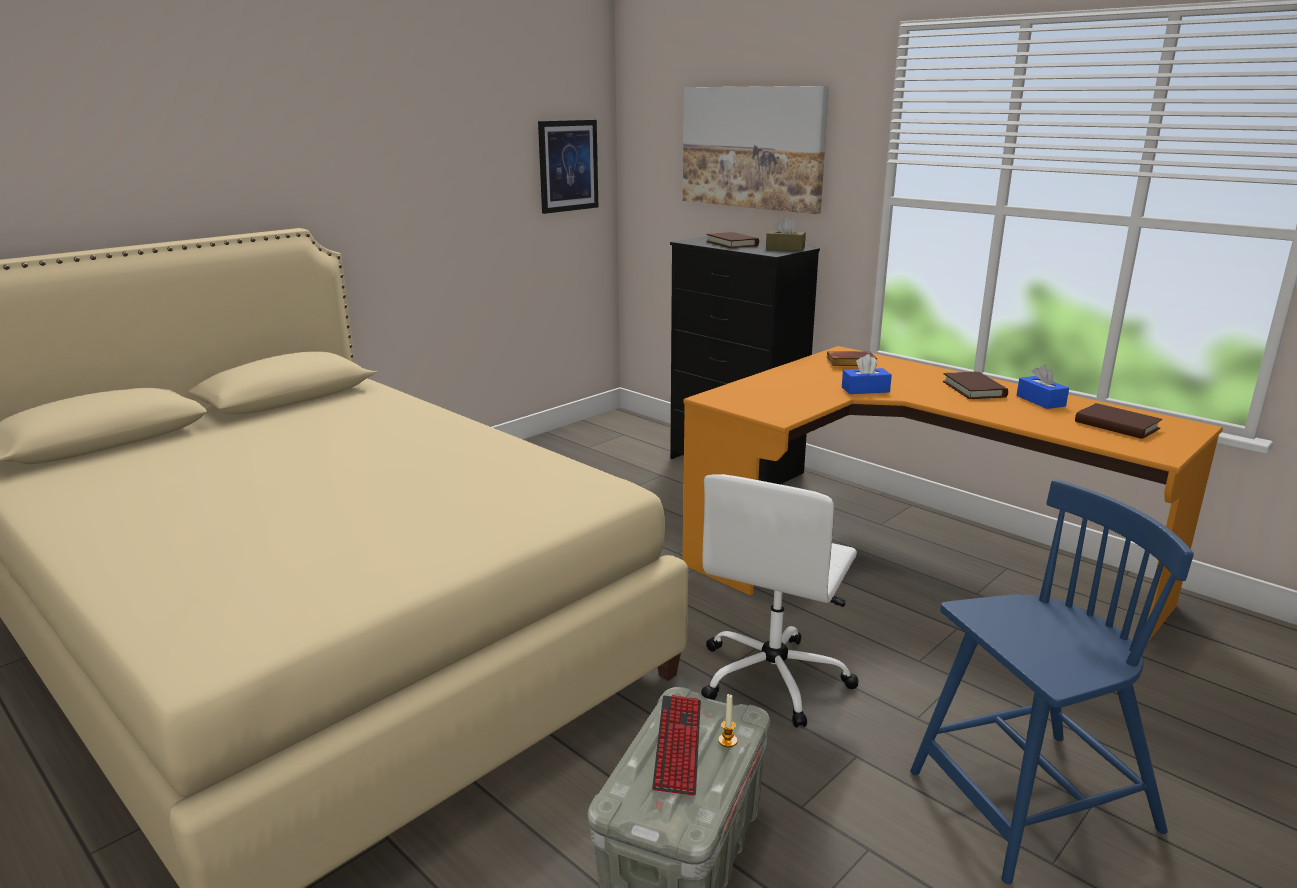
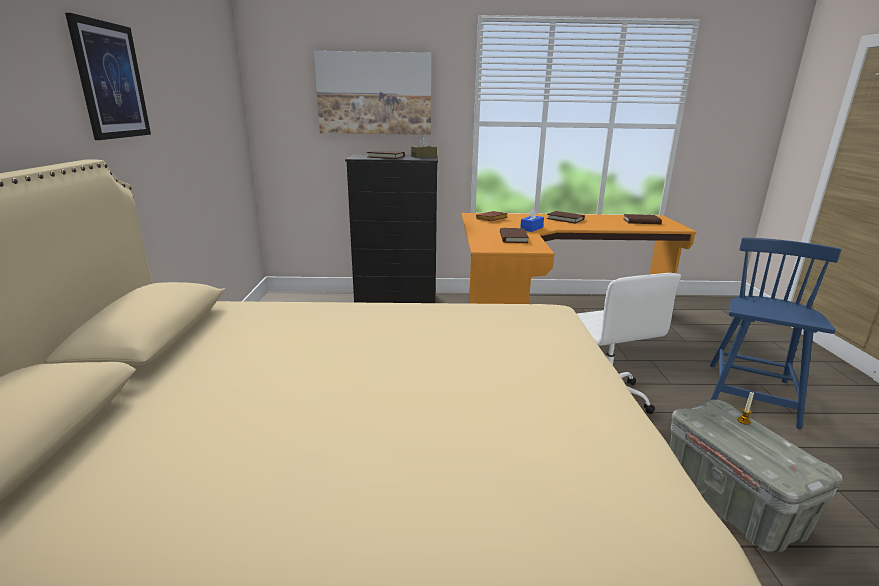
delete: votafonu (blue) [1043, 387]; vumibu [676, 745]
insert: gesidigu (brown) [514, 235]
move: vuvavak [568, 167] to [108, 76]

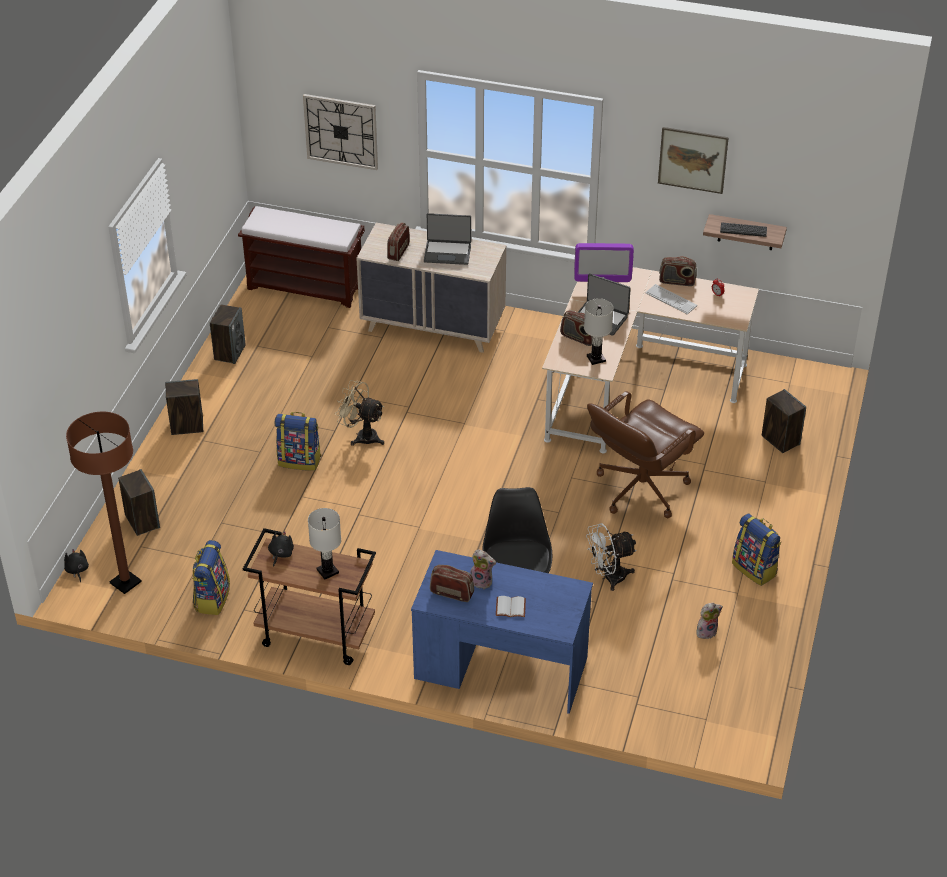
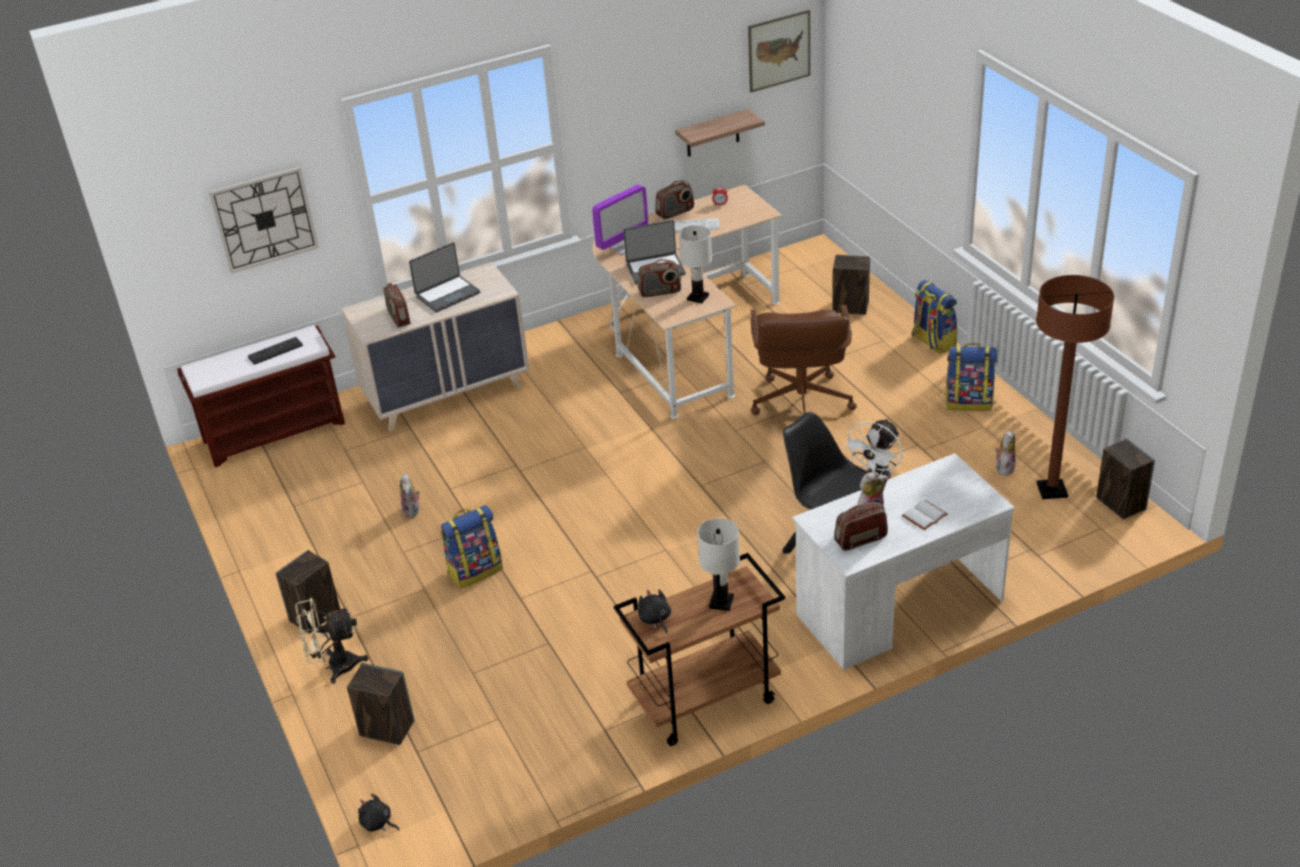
insert: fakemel [410, 495]
move: vuvavak [693, 160] to [779, 51]; vumibu [743, 230] to [275, 351]; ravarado [228, 334] to [1125, 478]; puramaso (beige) [359, 413] to [332, 641]; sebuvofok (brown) [104, 503] to [1075, 387]; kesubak [211, 577] to [934, 317]
recolor: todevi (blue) [502, 632] to todevi (white) [903, 561]

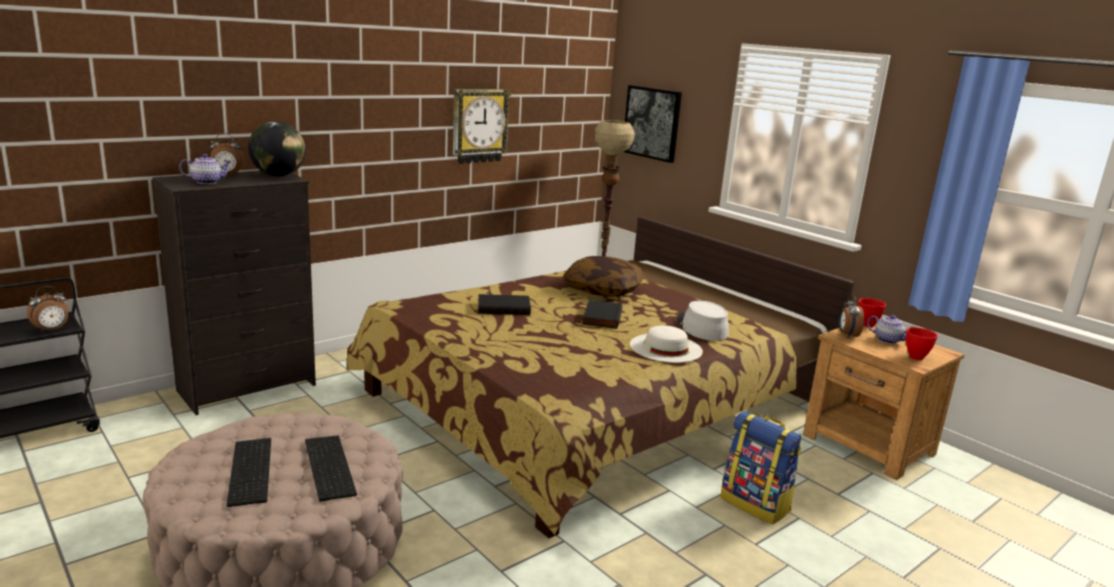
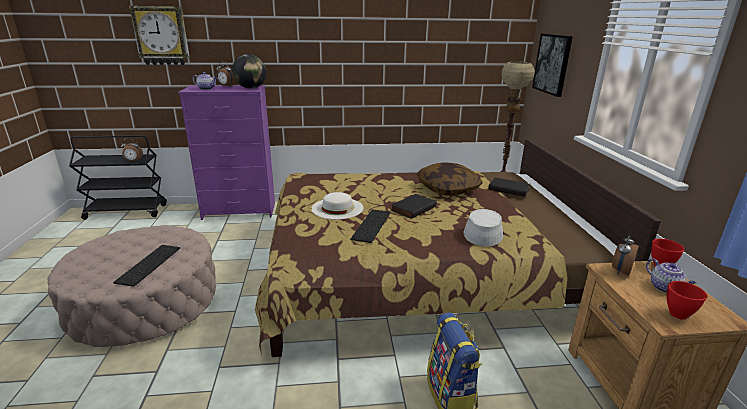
move: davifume [482, 126] to [159, 35]; gesidigu (black) [504, 304] to [509, 187]; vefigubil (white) [666, 344] to [337, 205]; vumibu [248, 472] to [370, 226]
recolor: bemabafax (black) [234, 292] to bemabafax (purple) [226, 152]

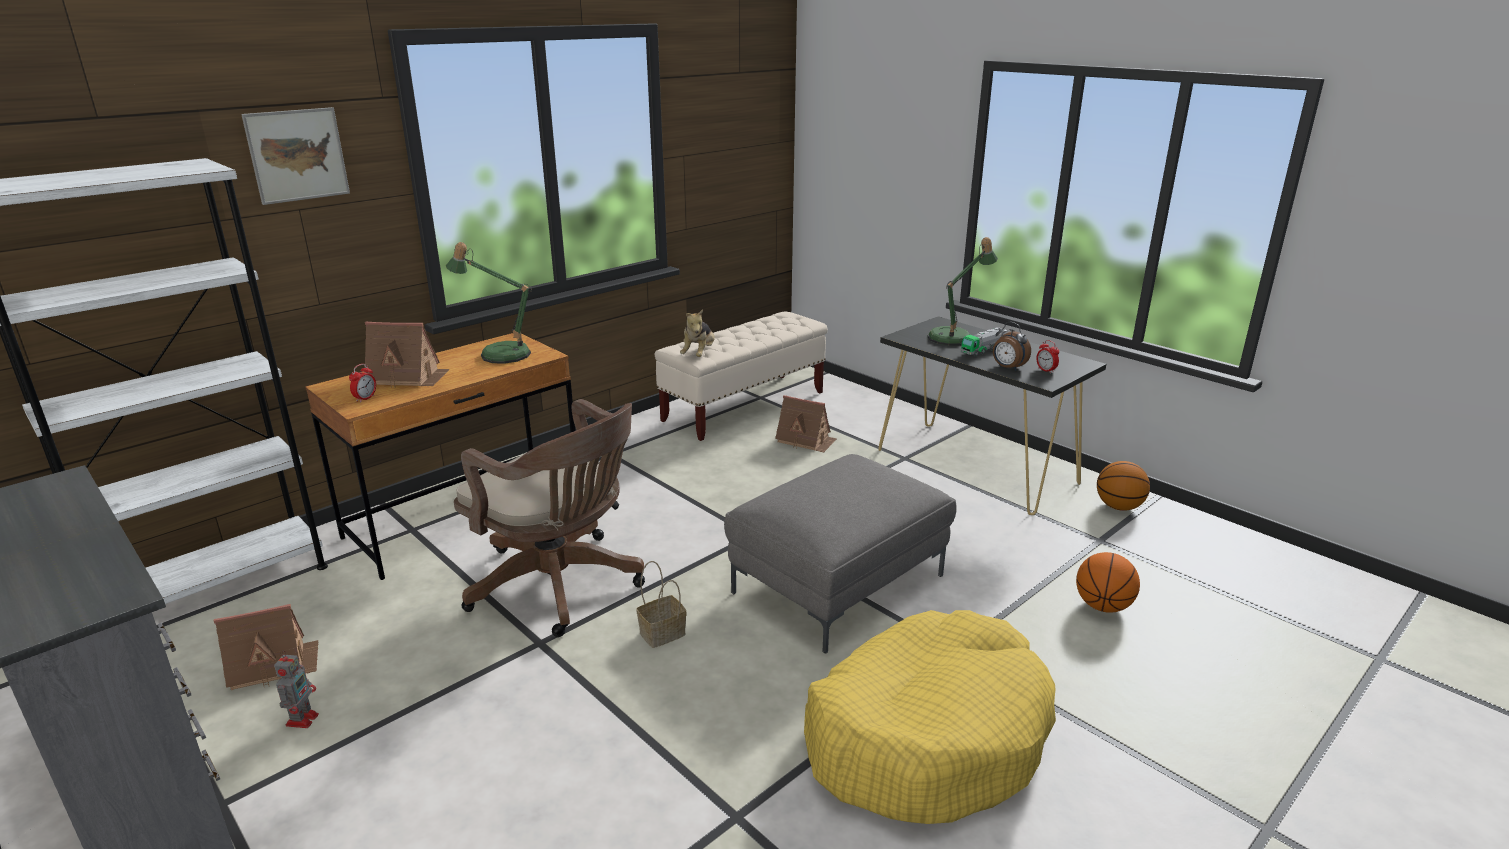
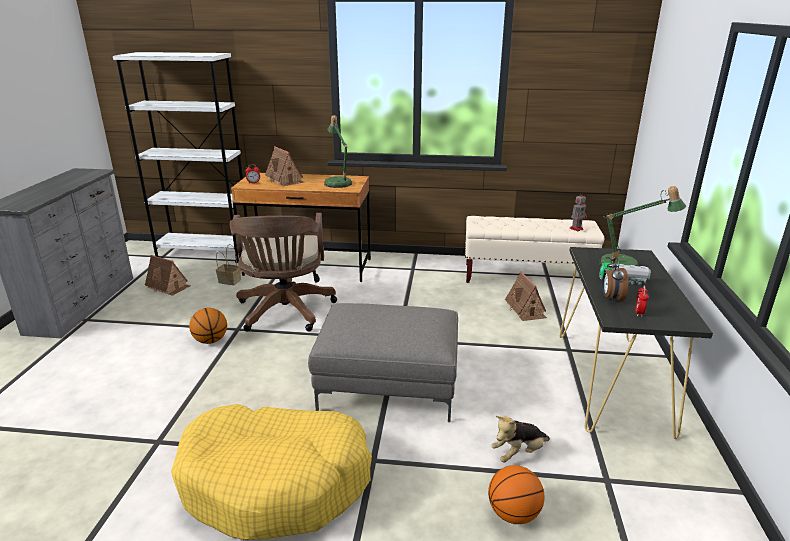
delete: vuvavak [295, 156]
move: fakemel [697, 333] to [520, 439]; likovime [1123, 486] to [208, 326]; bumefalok [661, 604] to [228, 264]; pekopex [296, 690] to [578, 211]

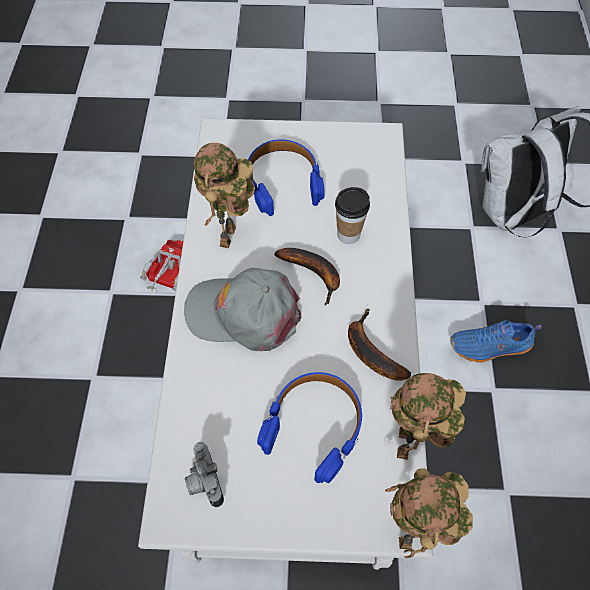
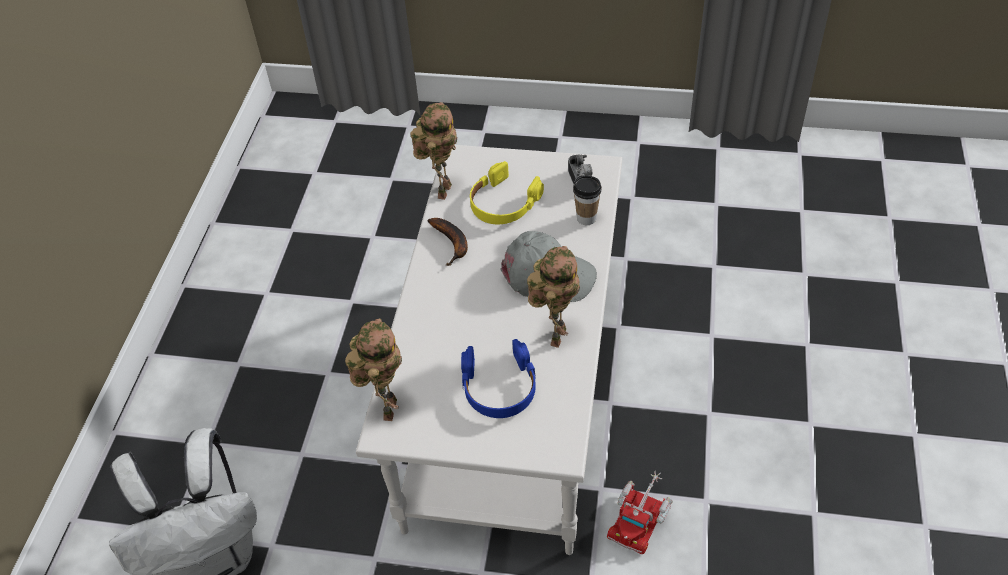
delete: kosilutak [307, 276]; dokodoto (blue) [496, 341]
move: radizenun [352, 215] to [587, 200]; pekopex [429, 513] to [373, 369]
recolor: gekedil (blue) [309, 427] to gekedil (yellow) [507, 192]

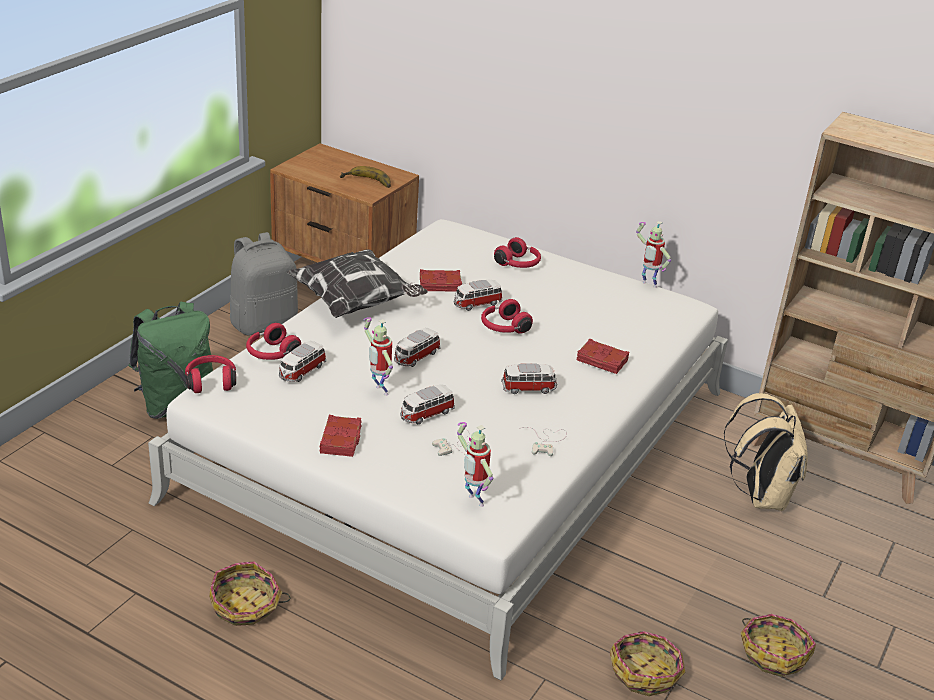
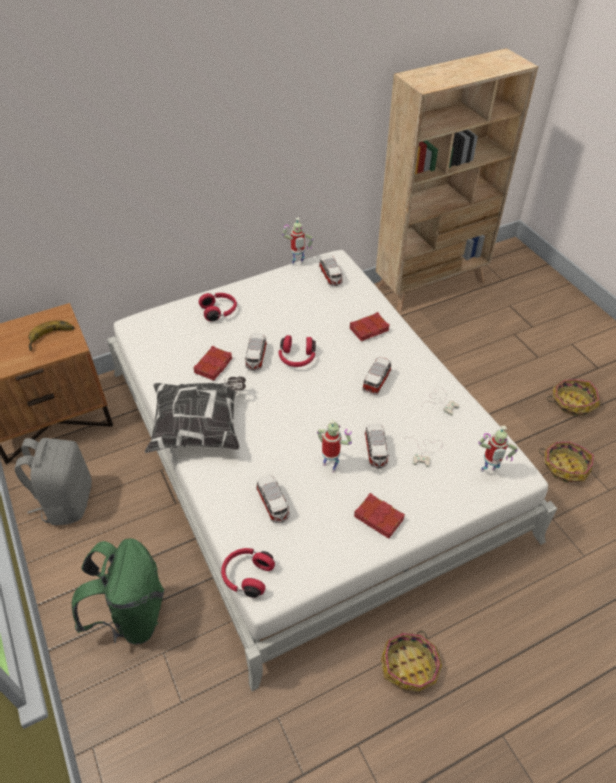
delete: gekedil (red) [273, 341]; kesubak (beige) [766, 452]
move: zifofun [417, 347] to [331, 270]
rotate: pekopex [378, 356] = [334, 446] 135 degrees counterclockwise

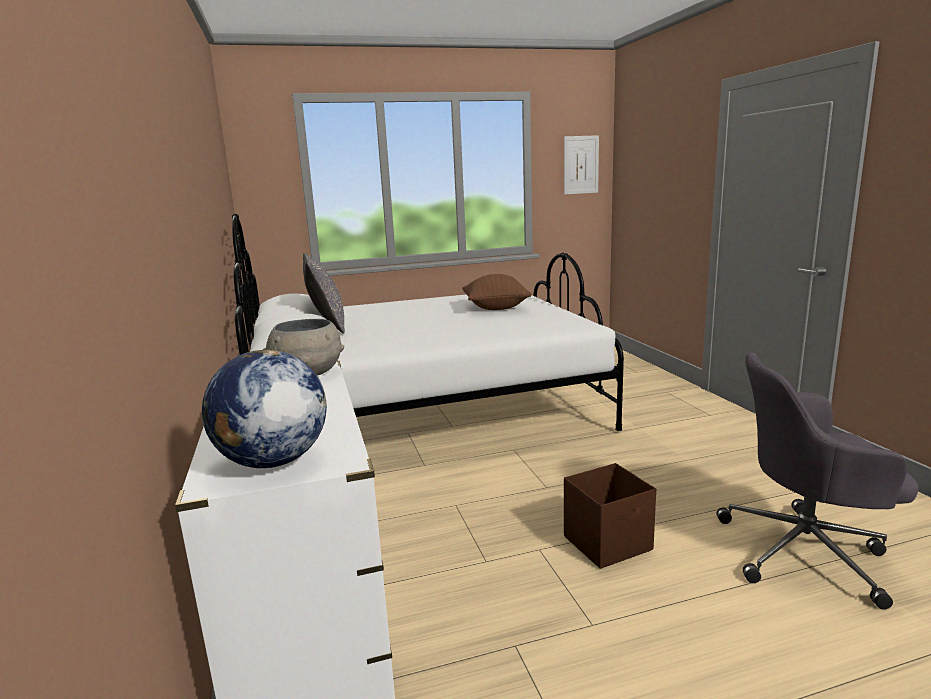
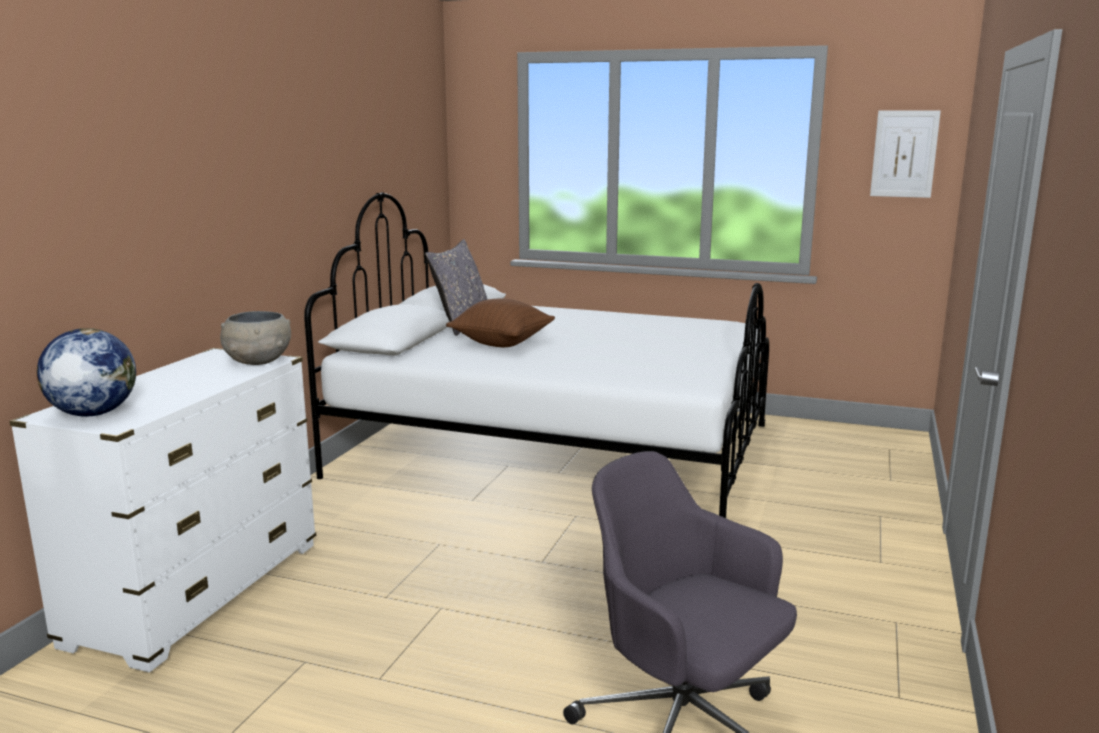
delete: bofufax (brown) [610, 516]
move: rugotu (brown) [497, 292] to [500, 322]

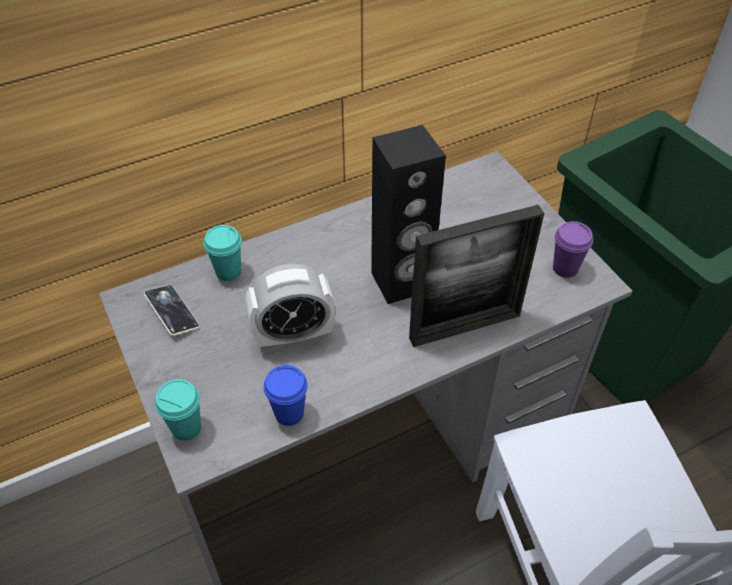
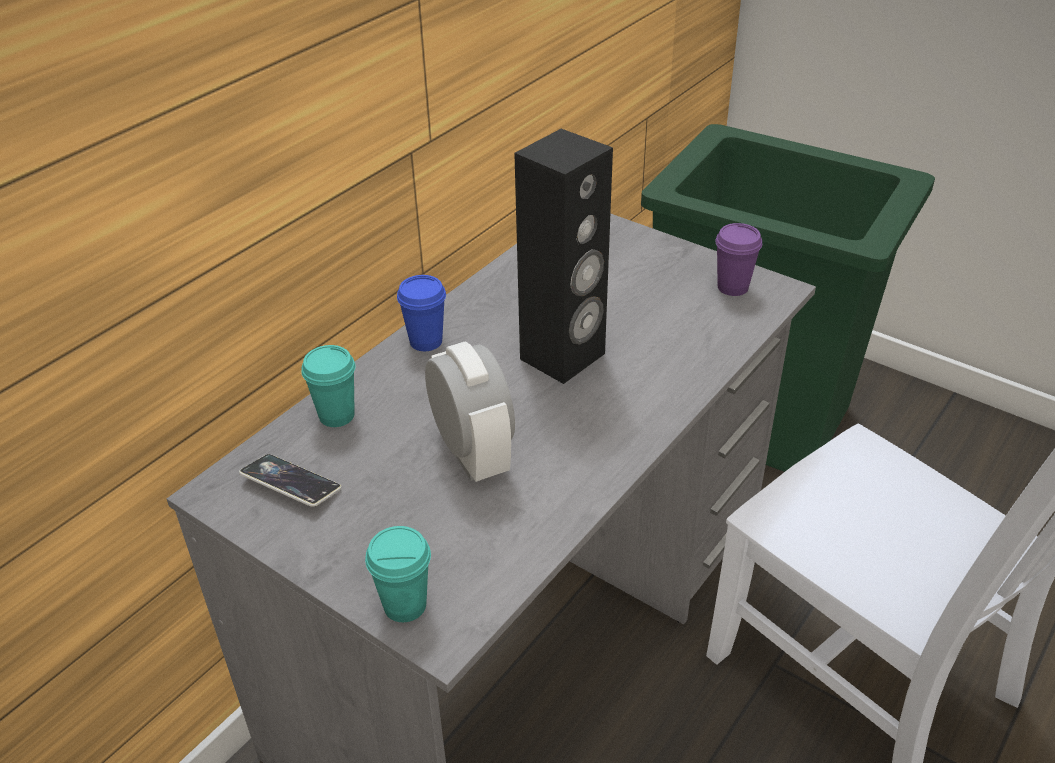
delete: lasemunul [476, 276]
move: radizenun (blue) [285, 395] to [421, 313]
rotate: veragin [290, 307] = [470, 411] 75 degrees counterclockwise

